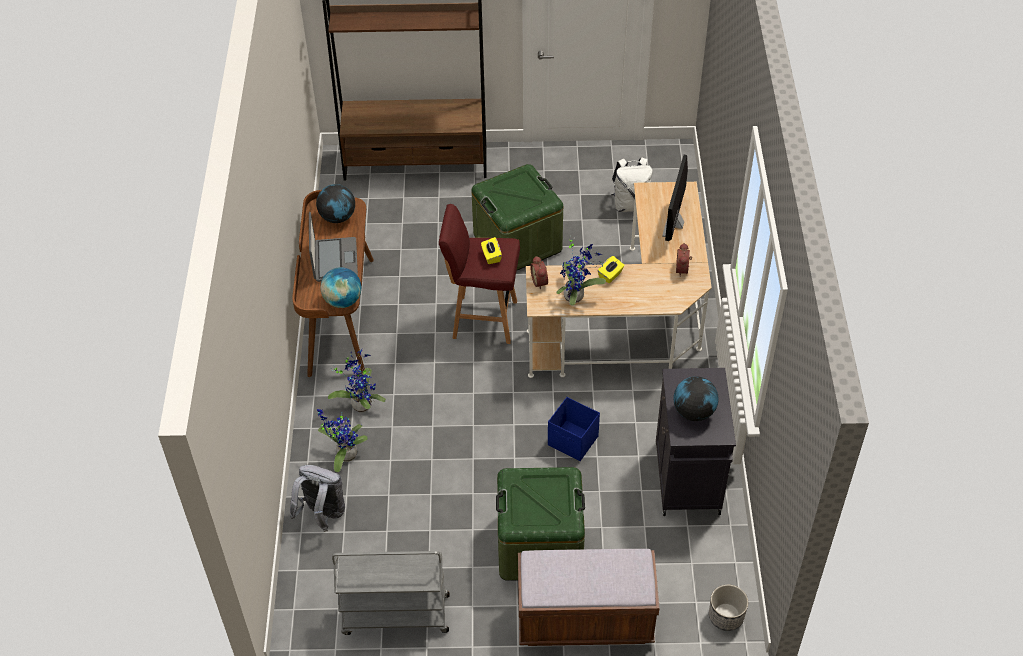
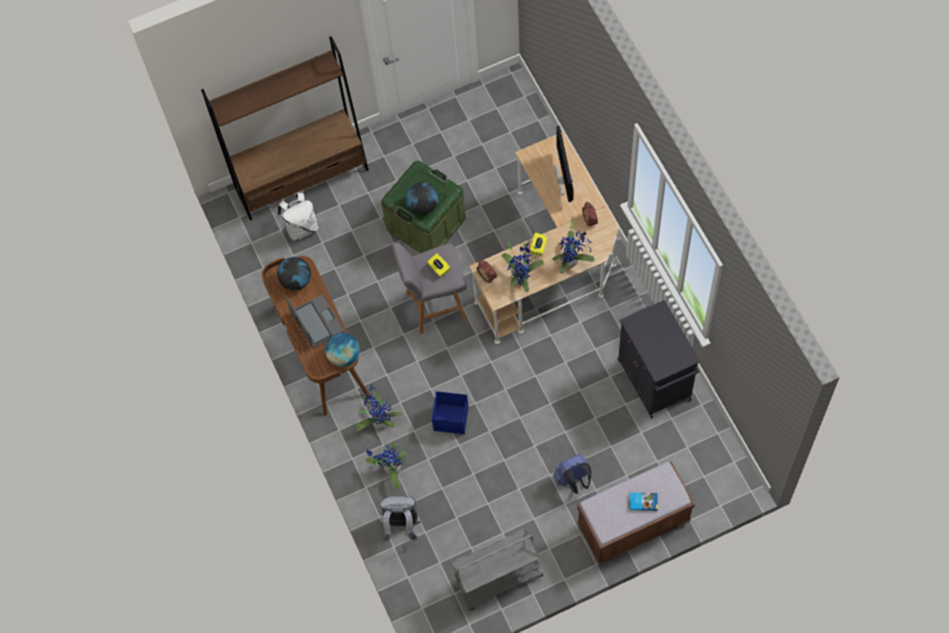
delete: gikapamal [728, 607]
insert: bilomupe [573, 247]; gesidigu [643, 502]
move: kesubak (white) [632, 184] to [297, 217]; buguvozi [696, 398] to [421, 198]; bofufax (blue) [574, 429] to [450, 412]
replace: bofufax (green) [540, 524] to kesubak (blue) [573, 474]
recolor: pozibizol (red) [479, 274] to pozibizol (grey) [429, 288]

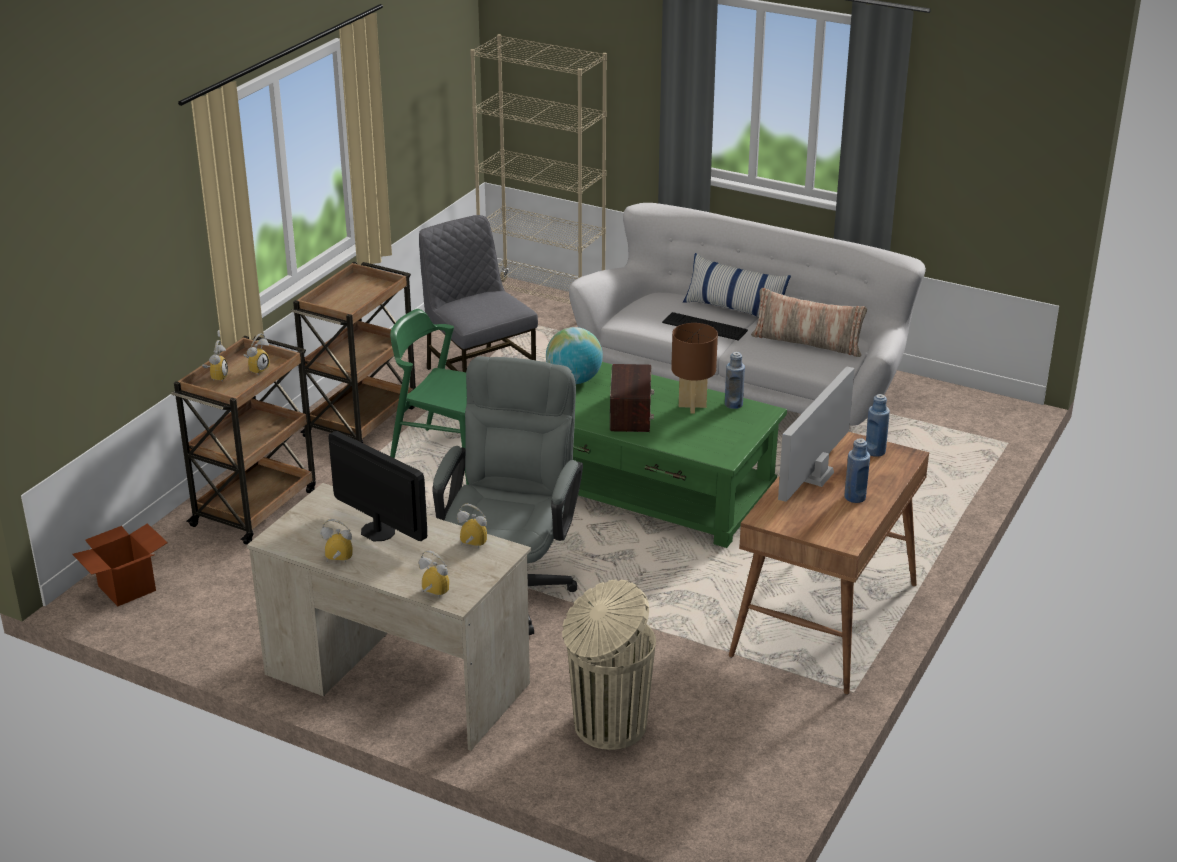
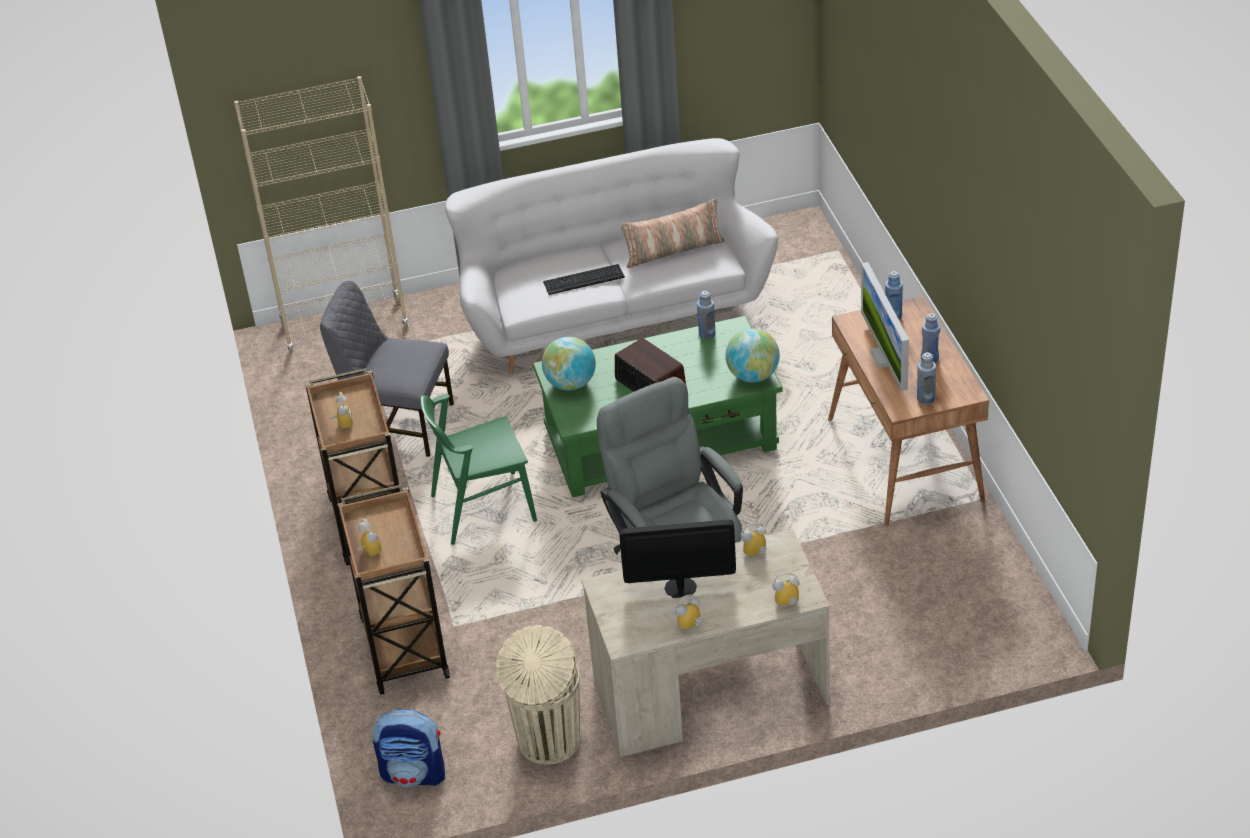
delete: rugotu [737, 285]; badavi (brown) [694, 368]
insert: buguvozi [752, 355]; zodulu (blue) [926, 378]
move: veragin [256, 354] to [341, 410]; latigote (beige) [609, 664] to [538, 695]
replace: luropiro [120, 564] to kesubak [409, 748]

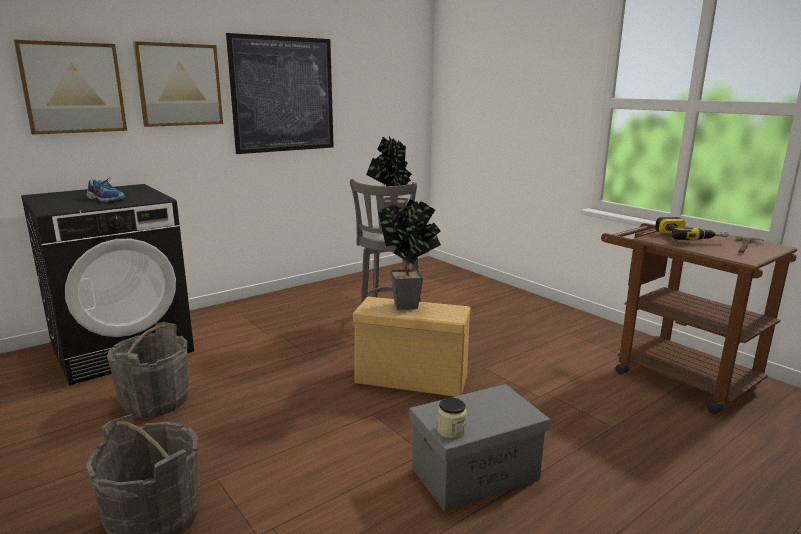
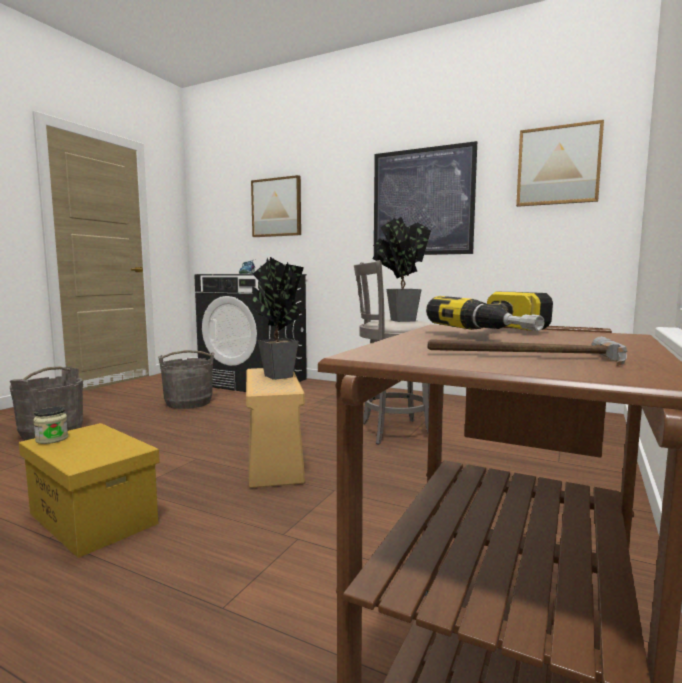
move: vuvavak [178, 84] to [560, 163]
recolor: bofufax (grey) [479, 448] to bofufax (yellow) [89, 490]

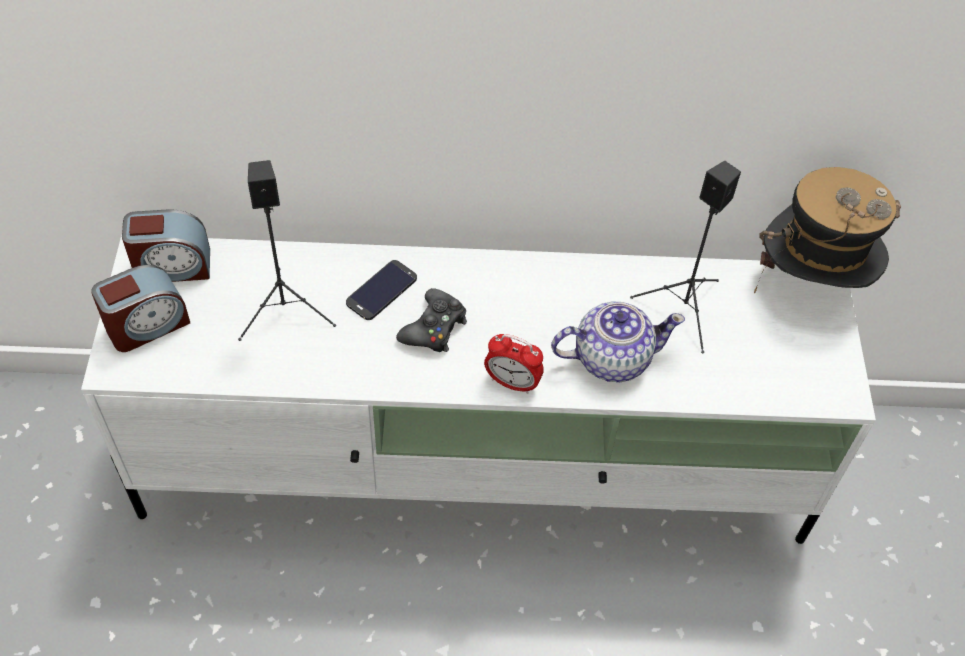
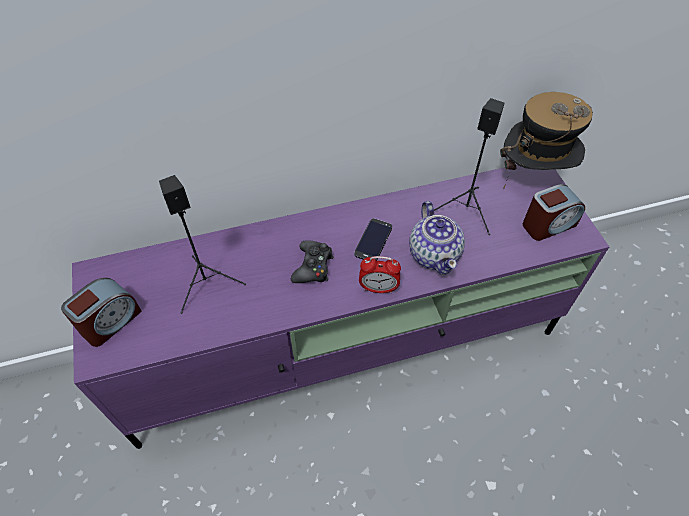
move: veragin [166, 245] to [554, 212]; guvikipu [381, 290] to [373, 240]
recolor: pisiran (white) [478, 389] to pisiran (purple) [340, 307]
rotate: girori [618, 341] = [437, 238] 105 degrees clockwise

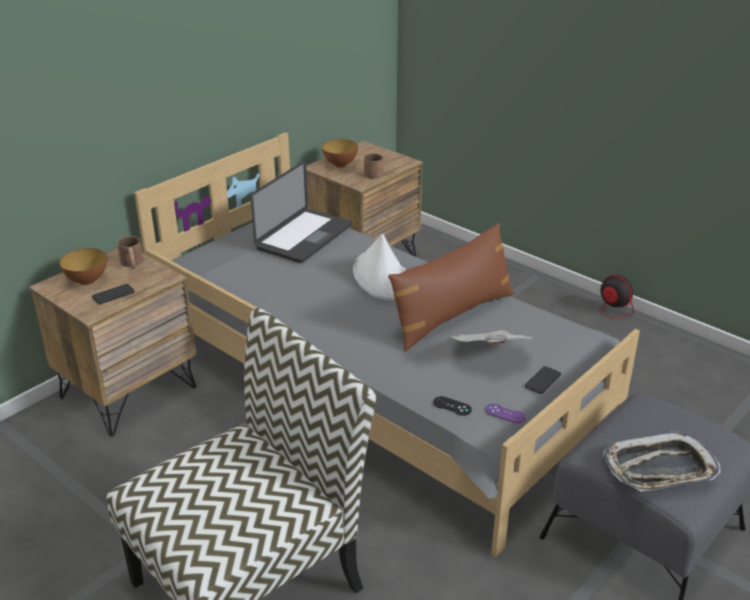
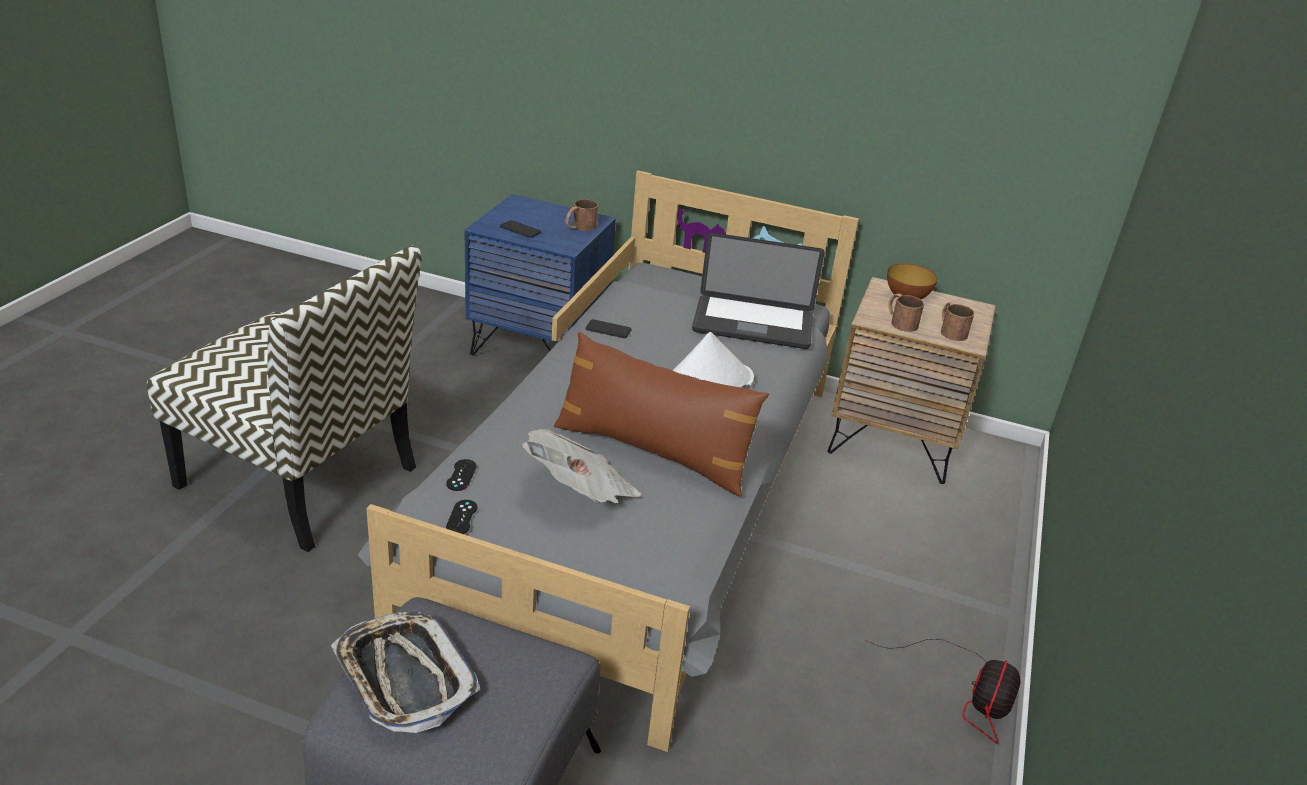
delete: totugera [83, 266]
insert: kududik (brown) [957, 321]
move: guvikipu [543, 380] to [608, 328]
recolor: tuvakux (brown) [112, 342] to tuvakux (blue) [540, 275]; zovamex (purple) [505, 413] to zovamex (black) [461, 517]

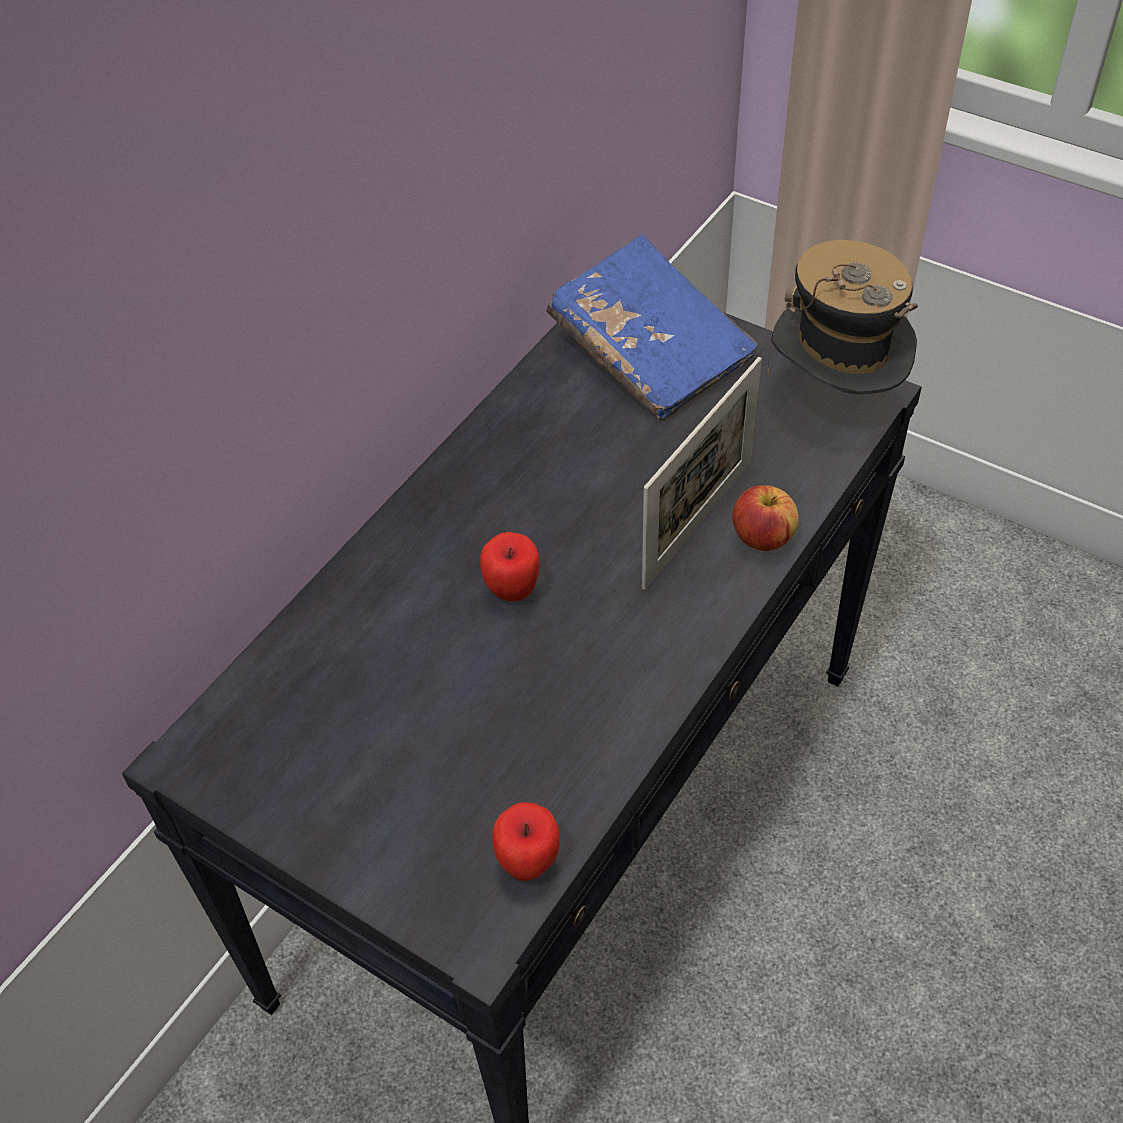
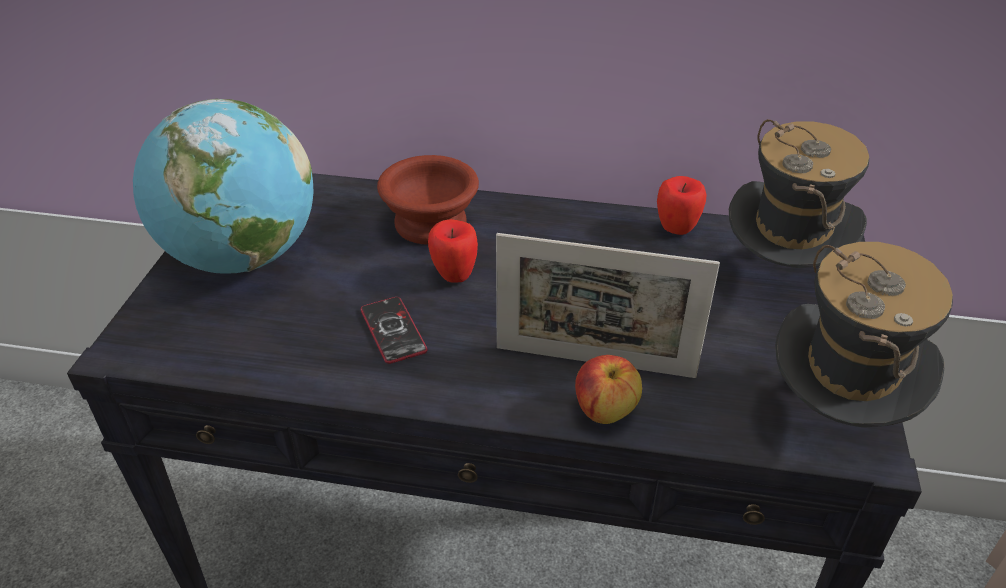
insert: buguvozi [223, 186]; totugera (brown) [428, 200]; guvikipu [394, 330]
move: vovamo [526, 841] to [682, 205]
replace: gesidigu (blue) [652, 327] to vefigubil [799, 193]

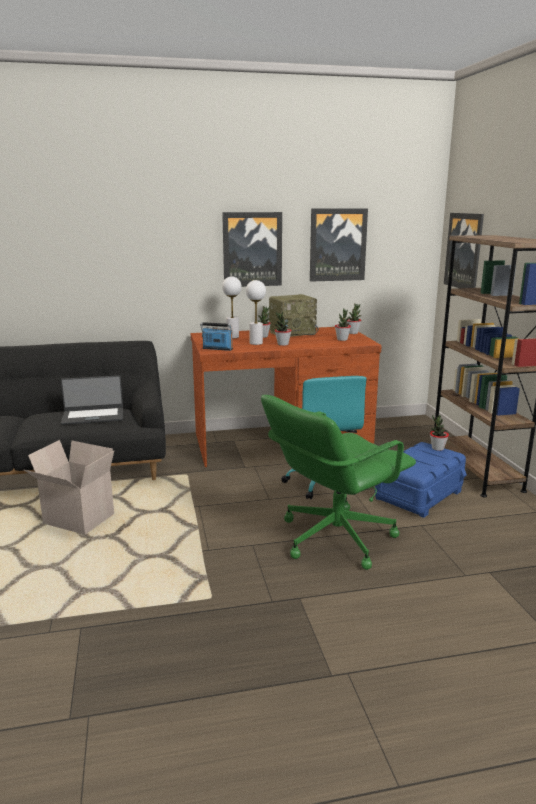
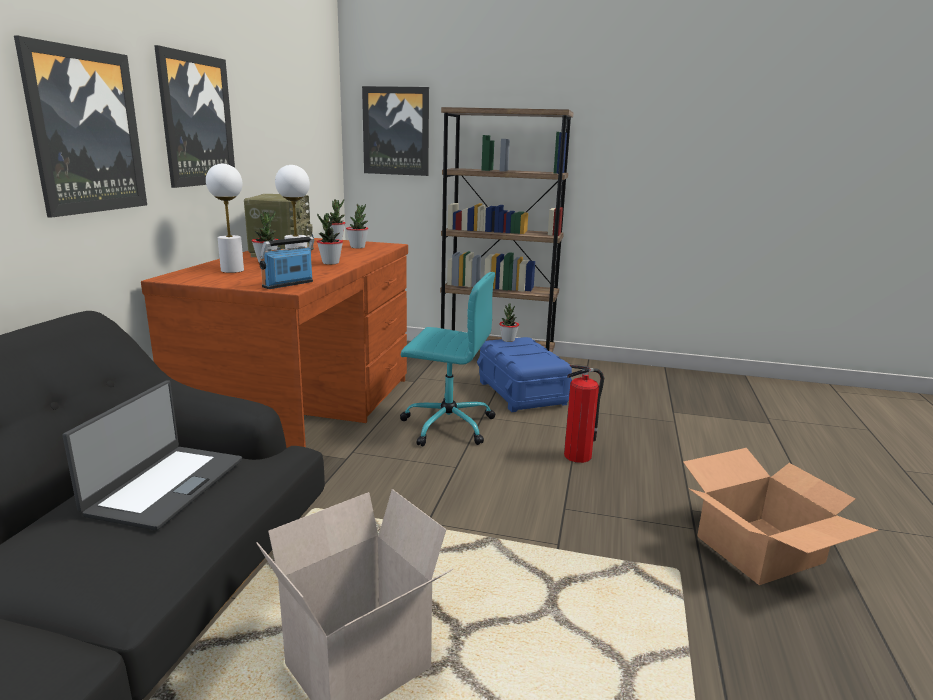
insert: luropiro [780, 516]
move: vuvavak [339, 245] to [80, 127]
replace: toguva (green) [338, 482] to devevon [584, 414]

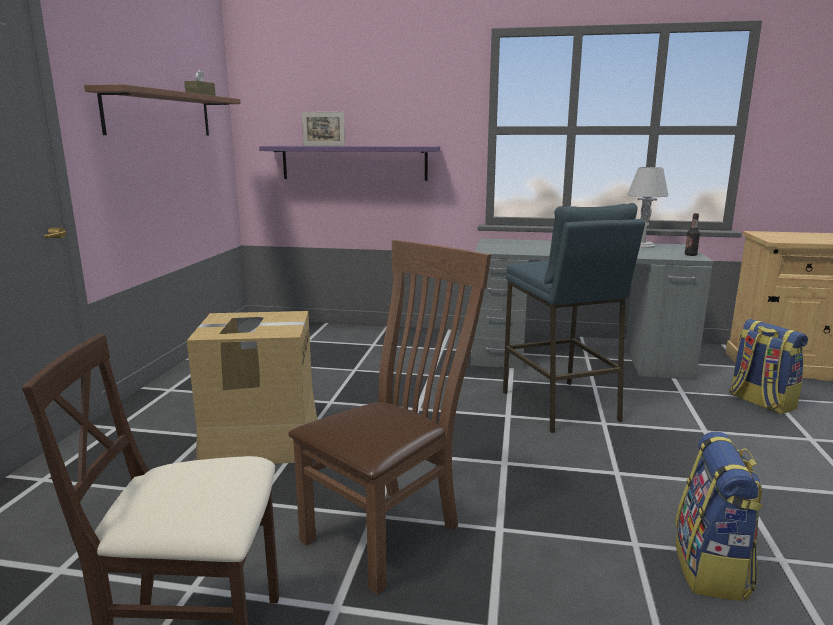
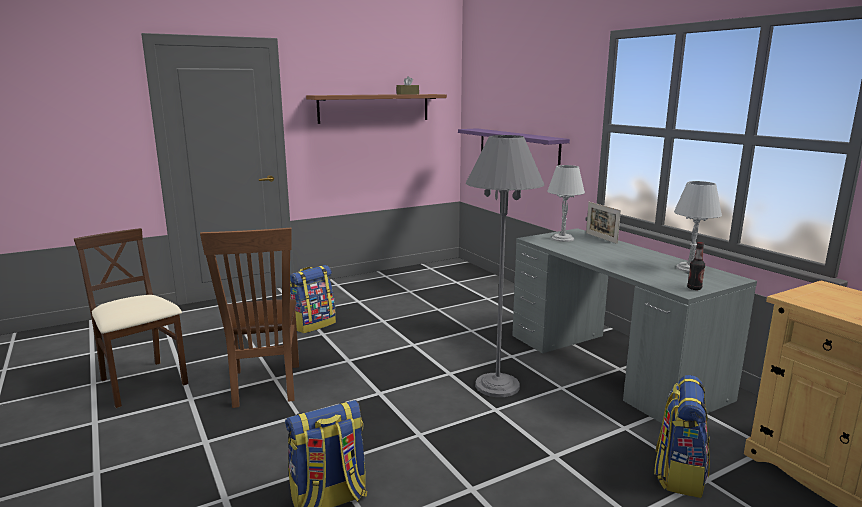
insert: badavi (grey) [566, 203]
move: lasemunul [323, 129] to [603, 223]
replace: pozibizol (blue) [574, 318] to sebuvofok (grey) [505, 266]; luropiro [252, 387] to kesubak [313, 299]
rotate: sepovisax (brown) [389, 417] = [249, 318] 75 degrees clockwise

